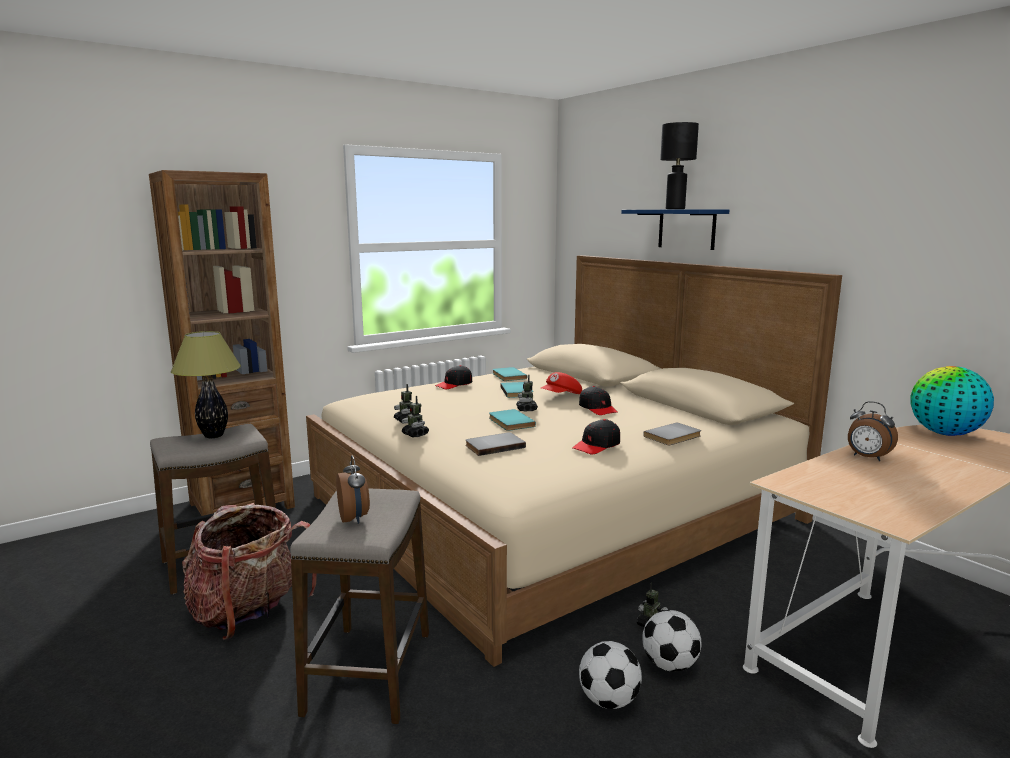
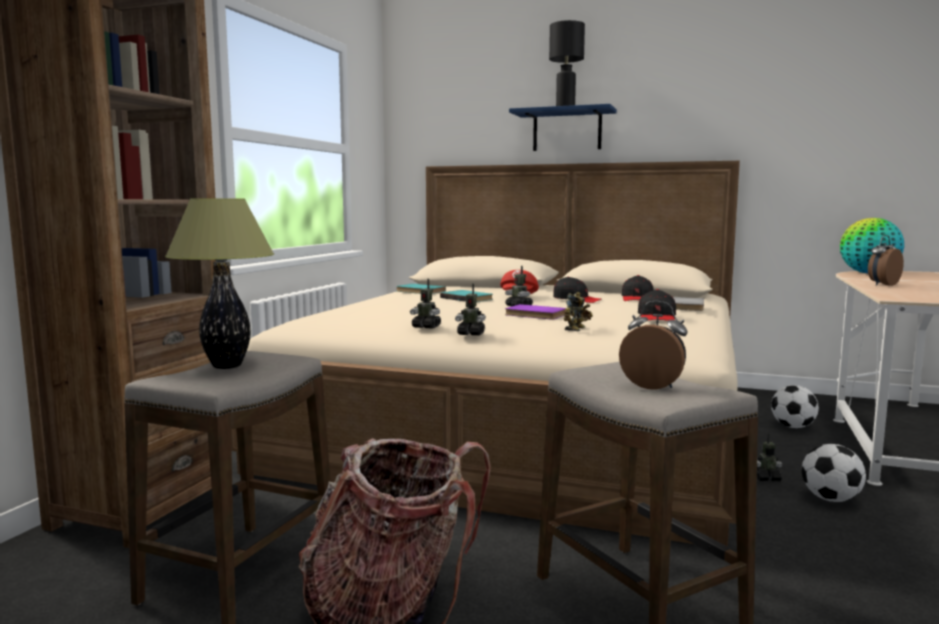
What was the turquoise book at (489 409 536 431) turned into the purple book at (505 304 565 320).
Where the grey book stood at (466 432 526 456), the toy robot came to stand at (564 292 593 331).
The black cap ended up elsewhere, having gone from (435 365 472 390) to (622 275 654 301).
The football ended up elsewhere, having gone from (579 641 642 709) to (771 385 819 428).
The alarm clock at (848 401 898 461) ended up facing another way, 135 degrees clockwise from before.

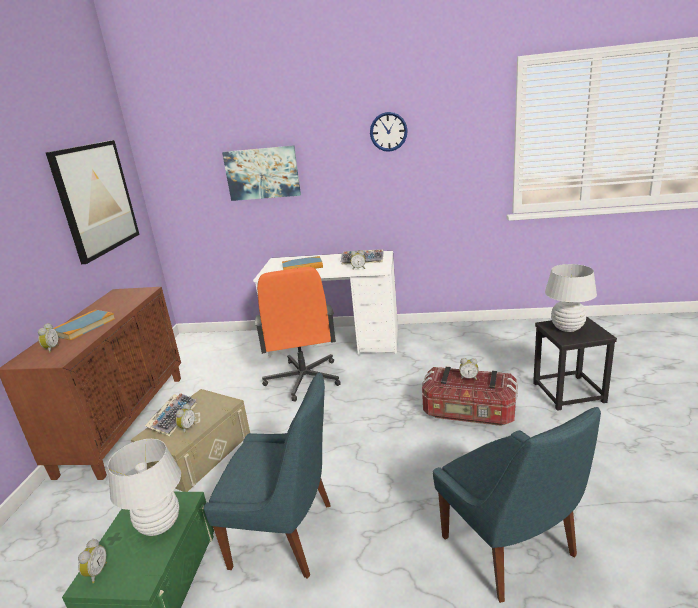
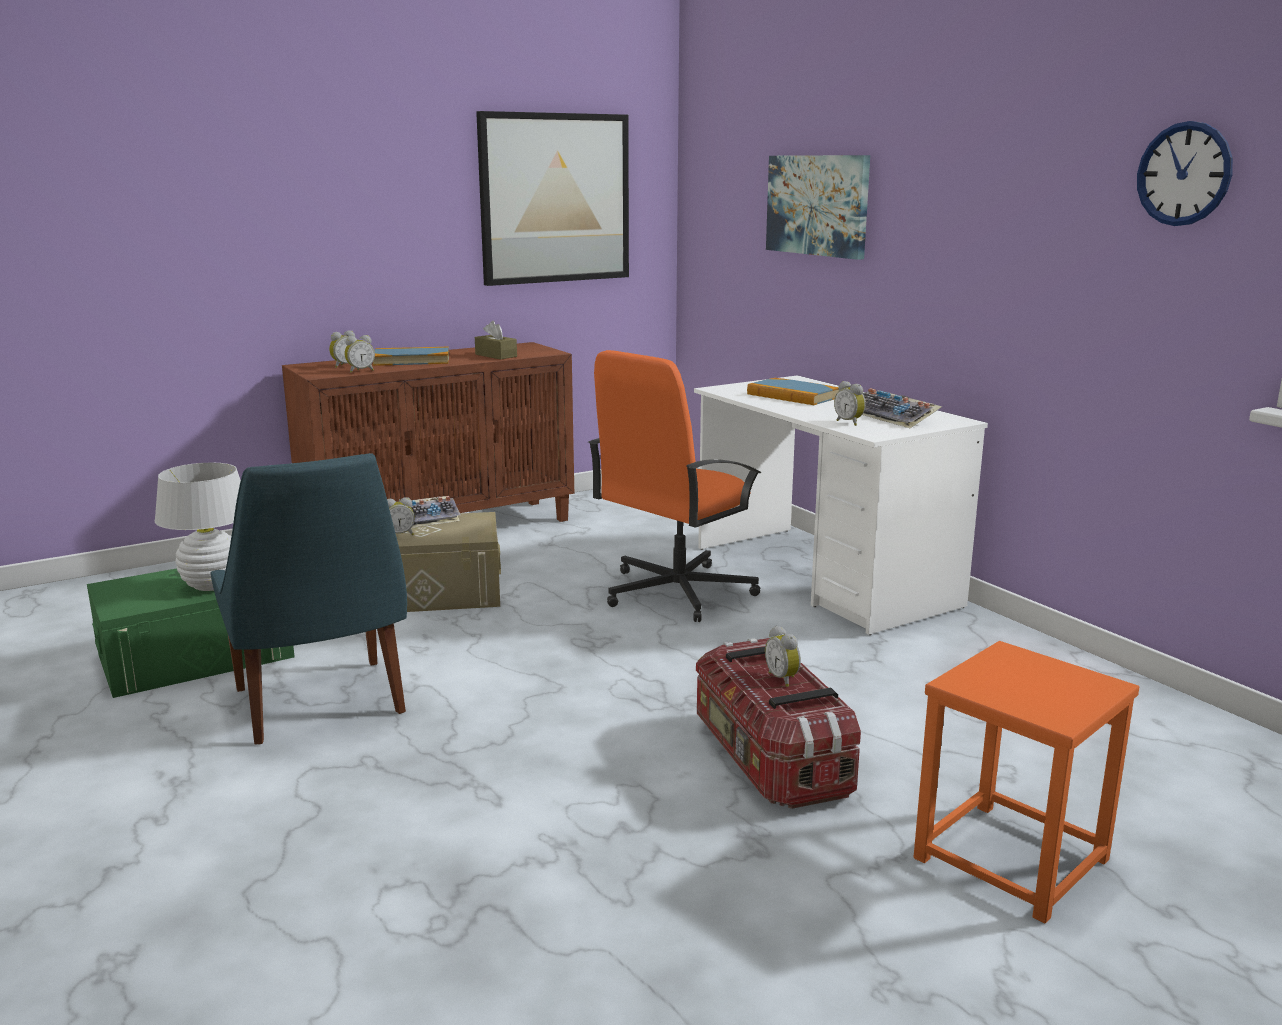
The alarm clock ended up elsewhere, having gone from (78 539 107 583) to (345 335 375 373).
The second view gained the brown tissue box at (475 321 517 359).
What was the black stool at (533 317 617 411) turned into the orange stool at (914 641 1139 923).
The wall clock ended up elsewhere, having gone from (370 112 408 152) to (1137 121 1233 226).
The second view lost the blue chair at (433 407 601 603).
The second view lost the white table lamp at (545 264 597 332).

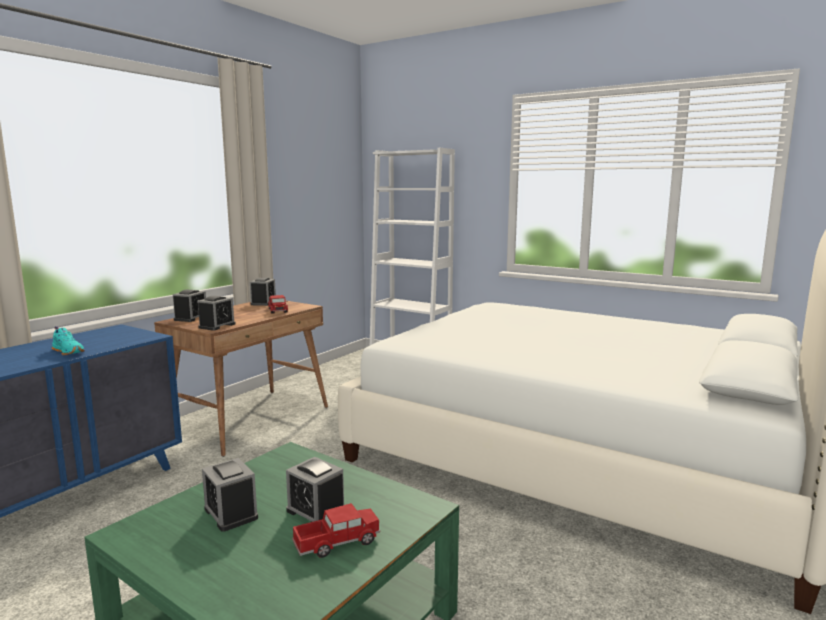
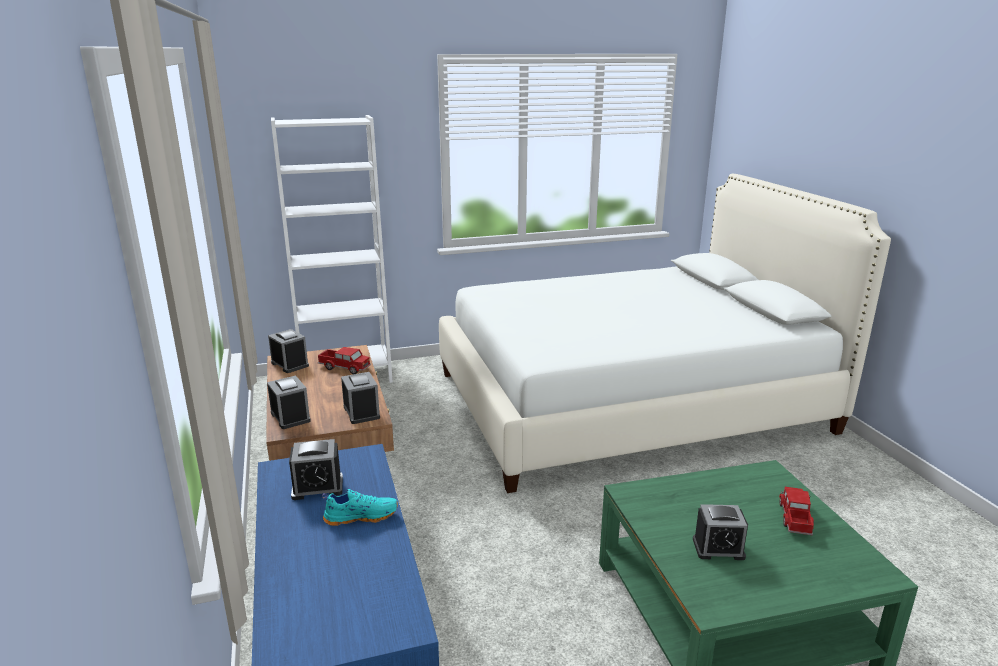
The alarm clock ended up elsewhere, having gone from (286 457 344 522) to (289 439 343 500).

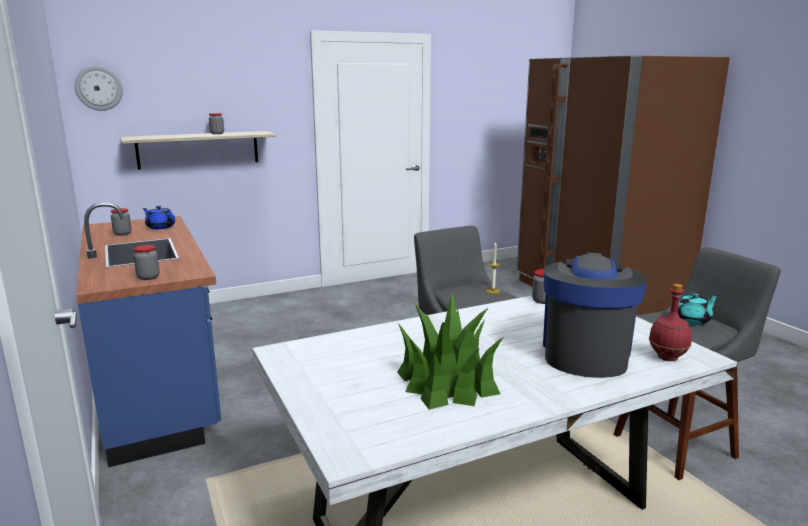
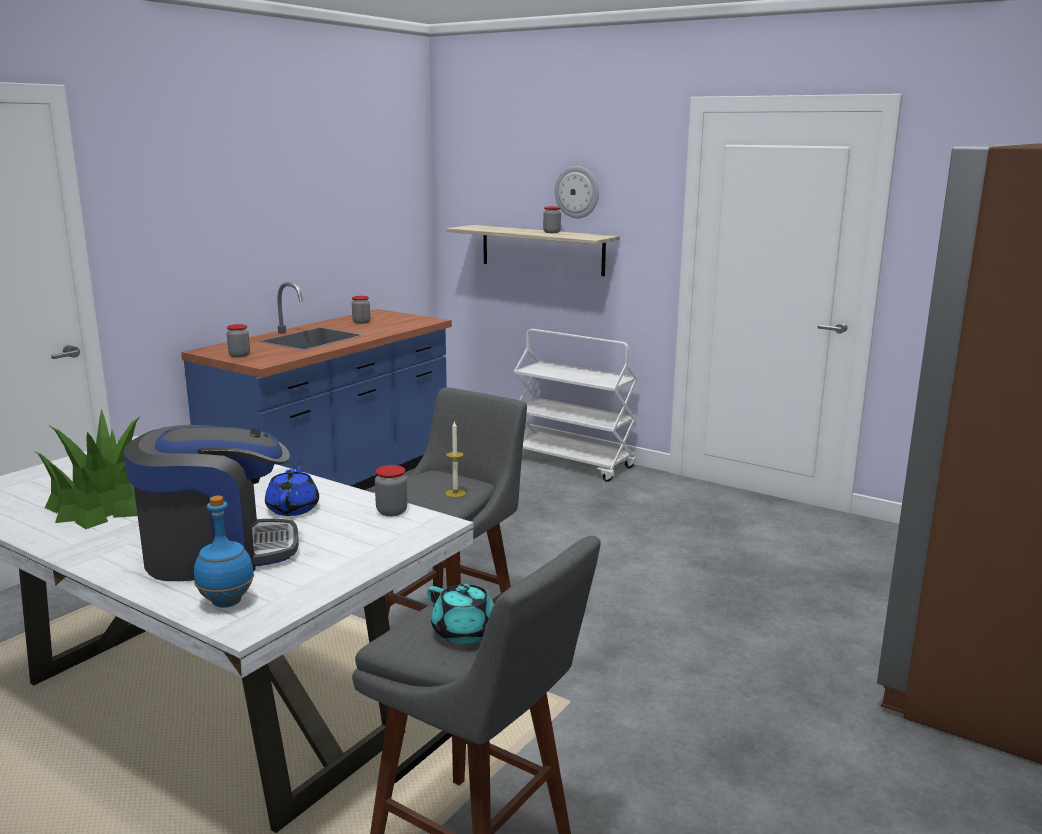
What was the red bottle at (649 284 692 361) turned into the blue bottle at (194 496 254 608).
The blue teapot ended up elsewhere, having gone from (143 206 175 229) to (265 463 319 516).
The second view gained the white cart at (514 329 638 482).
The wall clock ended up elsewhere, having gone from (74 66 123 111) to (555 166 599 218).

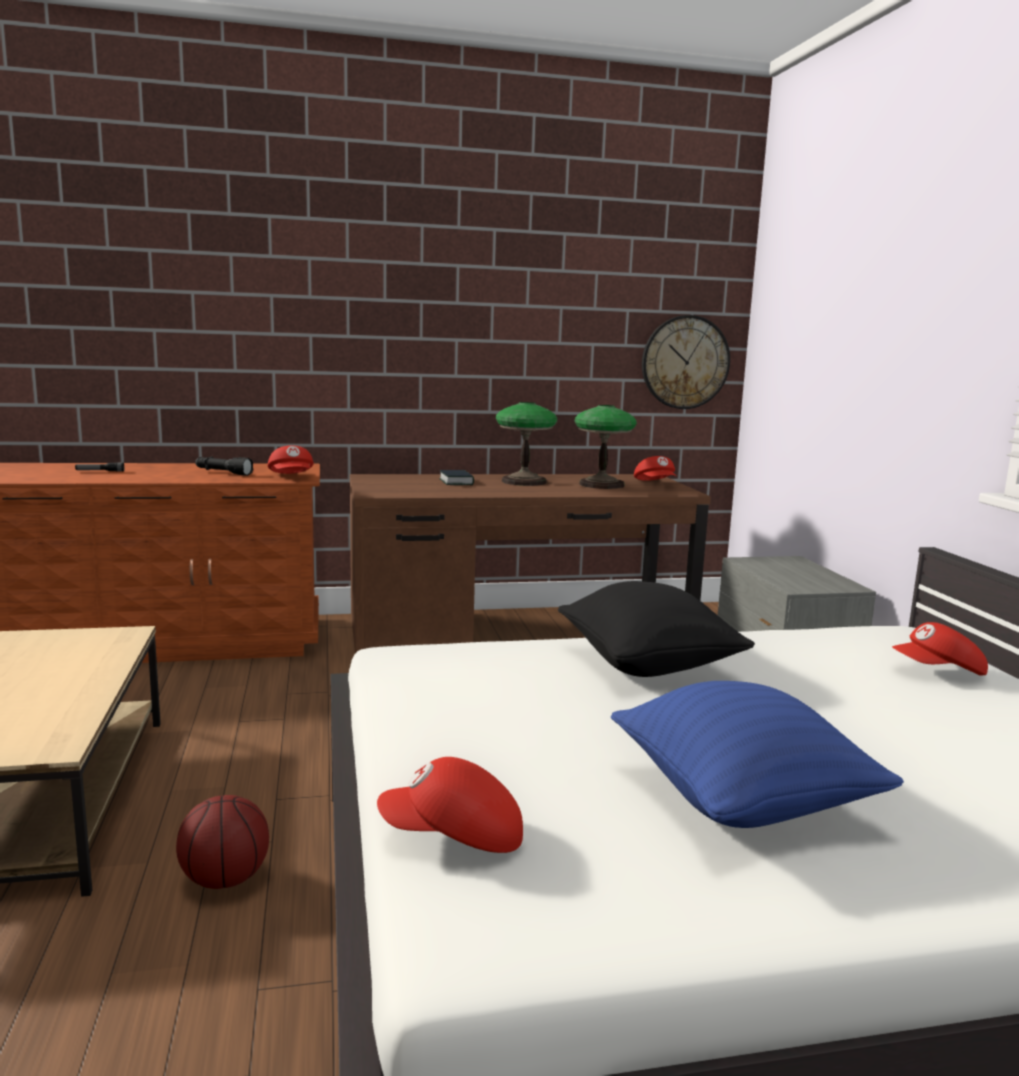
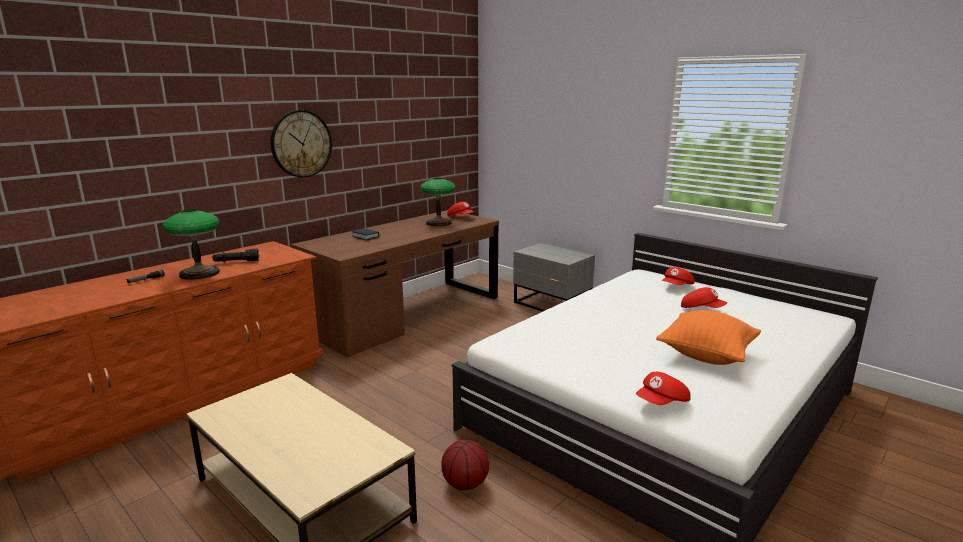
The table lamp ended up elsewhere, having gone from (496 402 557 486) to (163 209 220 280).
The wall clock ended up elsewhere, having gone from (642 315 730 409) to (271 110 332 178).
What was the blue pillow at (611 681 904 828) turned into the orange pillow at (656 310 761 365).
The red cap ended up elsewhere, having gone from (268 445 314 474) to (681 287 727 308).
The second view lost the black pillow at (558 581 755 677).

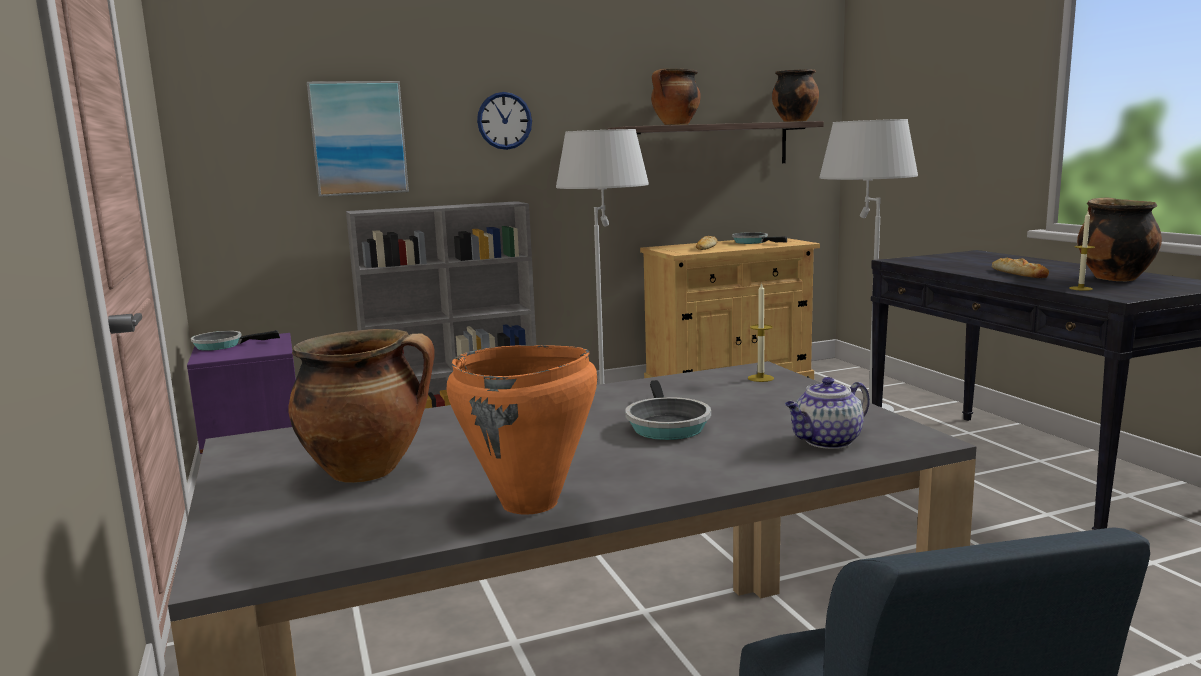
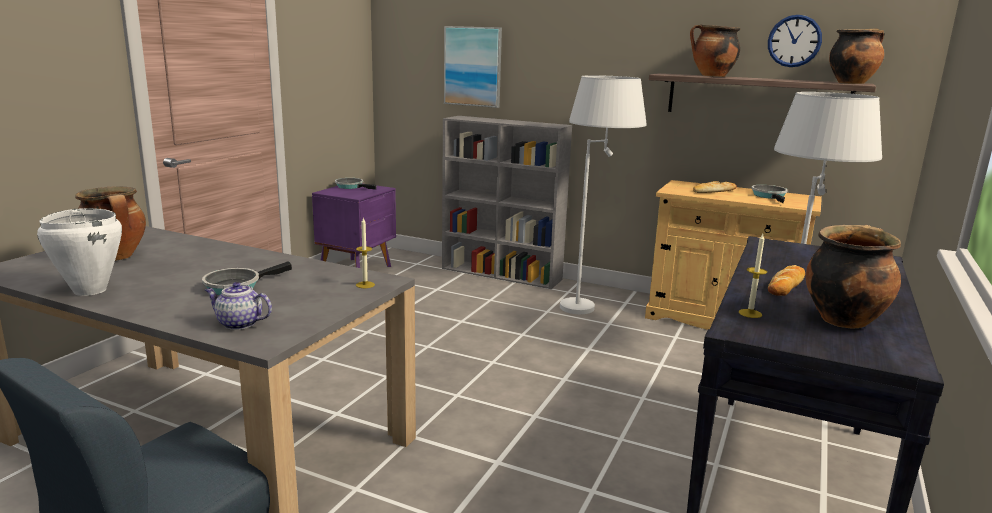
What was the orange cooking pot at (447 345 598 515) turned into the white cooking pot at (37 208 122 296).
The wall clock ended up elsewhere, having gone from (477 92 532 150) to (768 15 822 67).

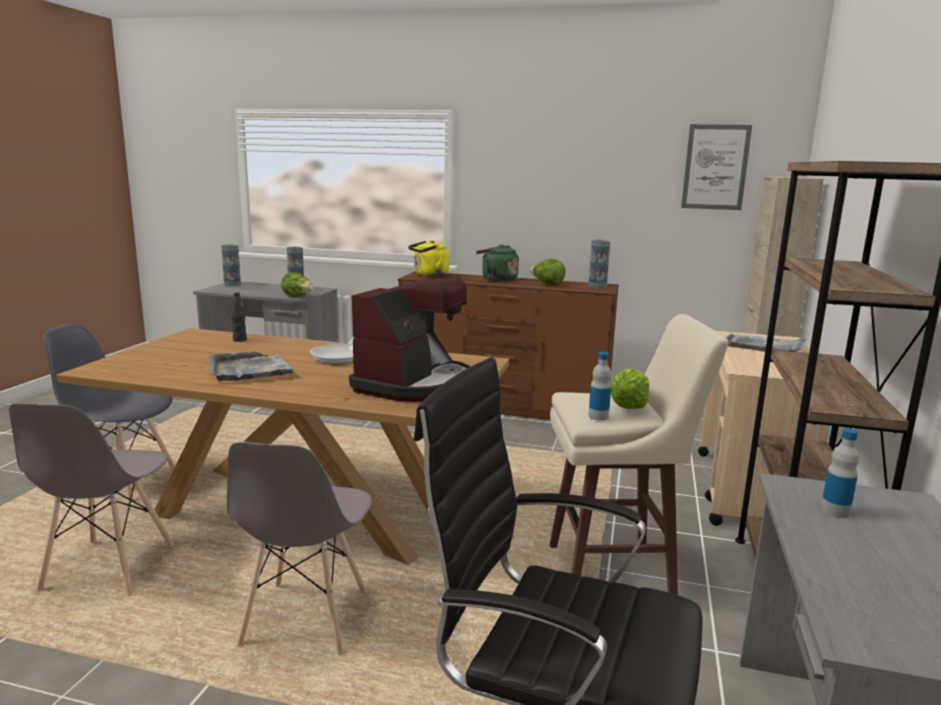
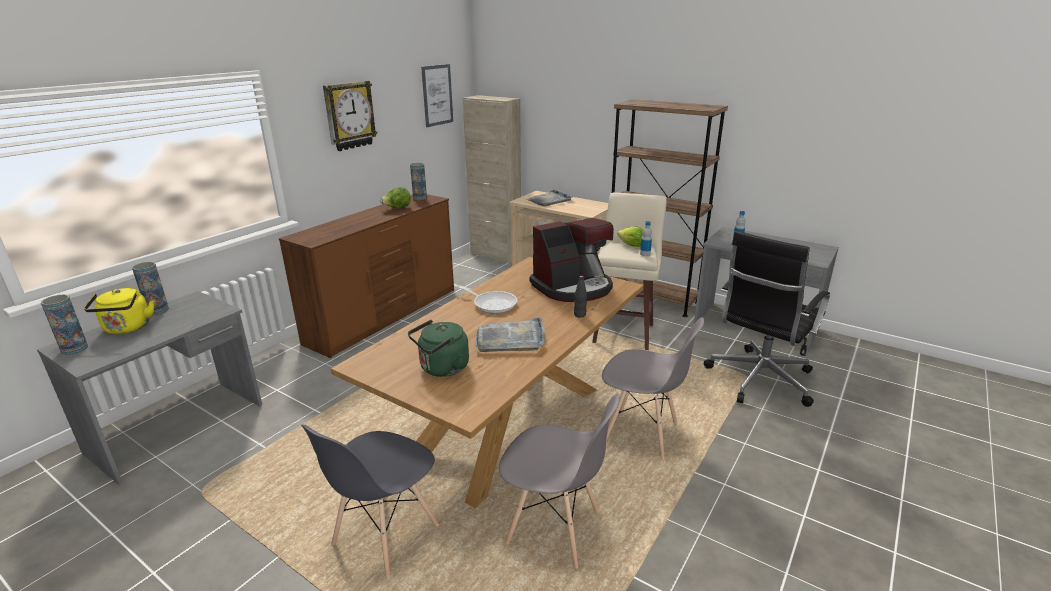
The yellow kettle ended up elsewhere, having gone from (408 240 449 277) to (84 288 154 334).
The second view gained the wall clock at (323 81 378 151).
The green kettle ended up elsewhere, having gone from (476 244 519 282) to (408 320 469 377).
The coffee machine at (349 278 471 402) ended up facing another way, 105 degrees clockwise from before.
The black bottle ended up elsewhere, having gone from (231 292 247 342) to (574 276 587 318).
The second view lost the lettuce at (281 272 313 297).

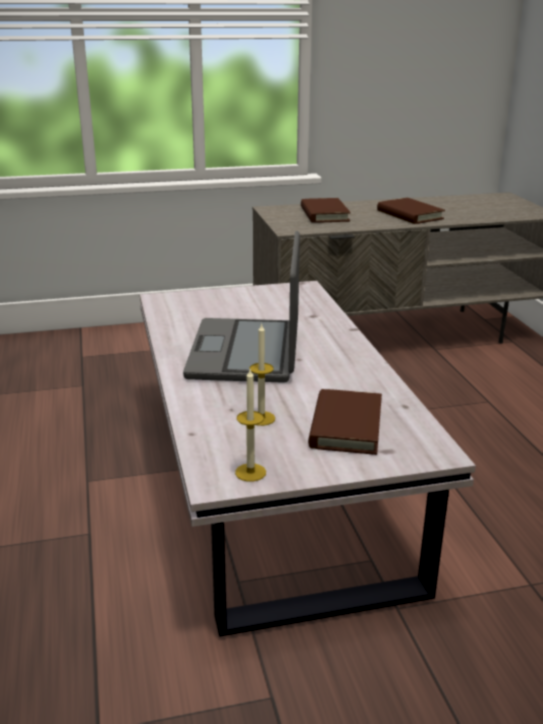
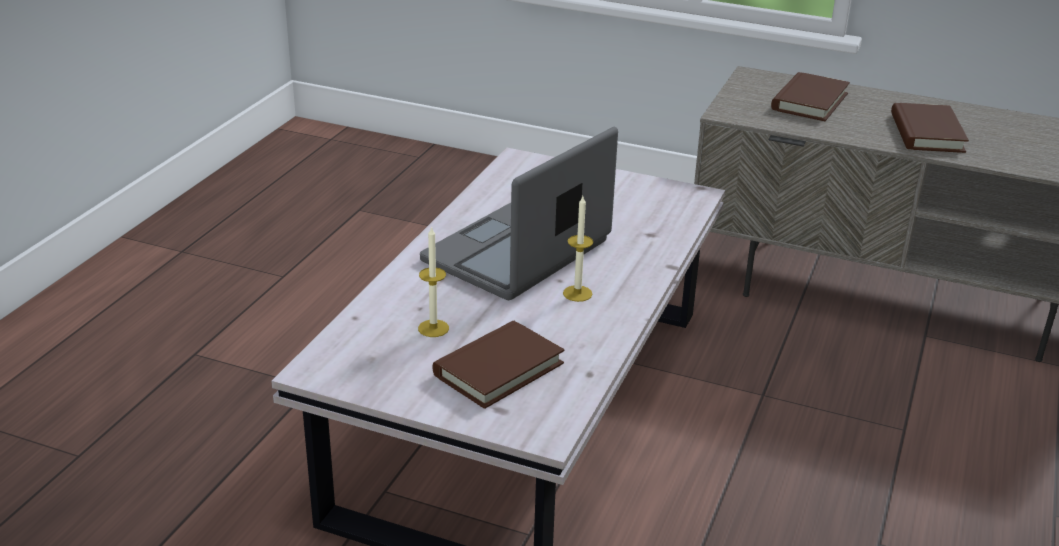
The candle ended up elsewhere, having gone from (235 369 266 482) to (563 196 593 302).

